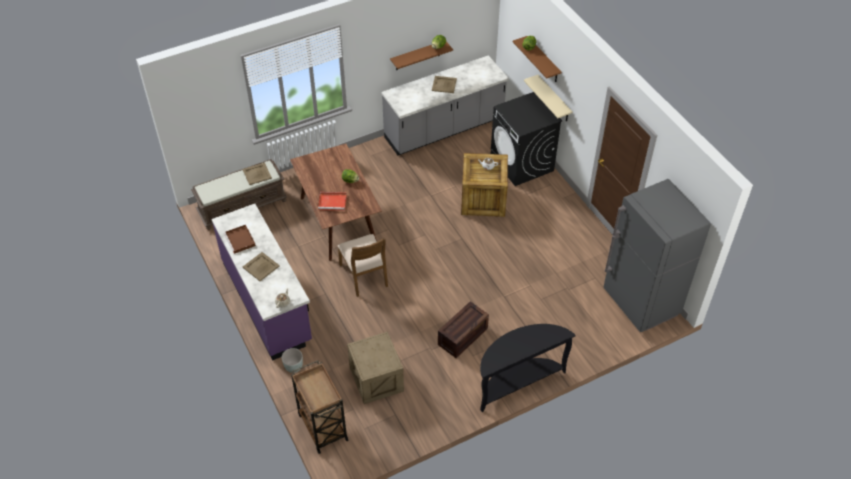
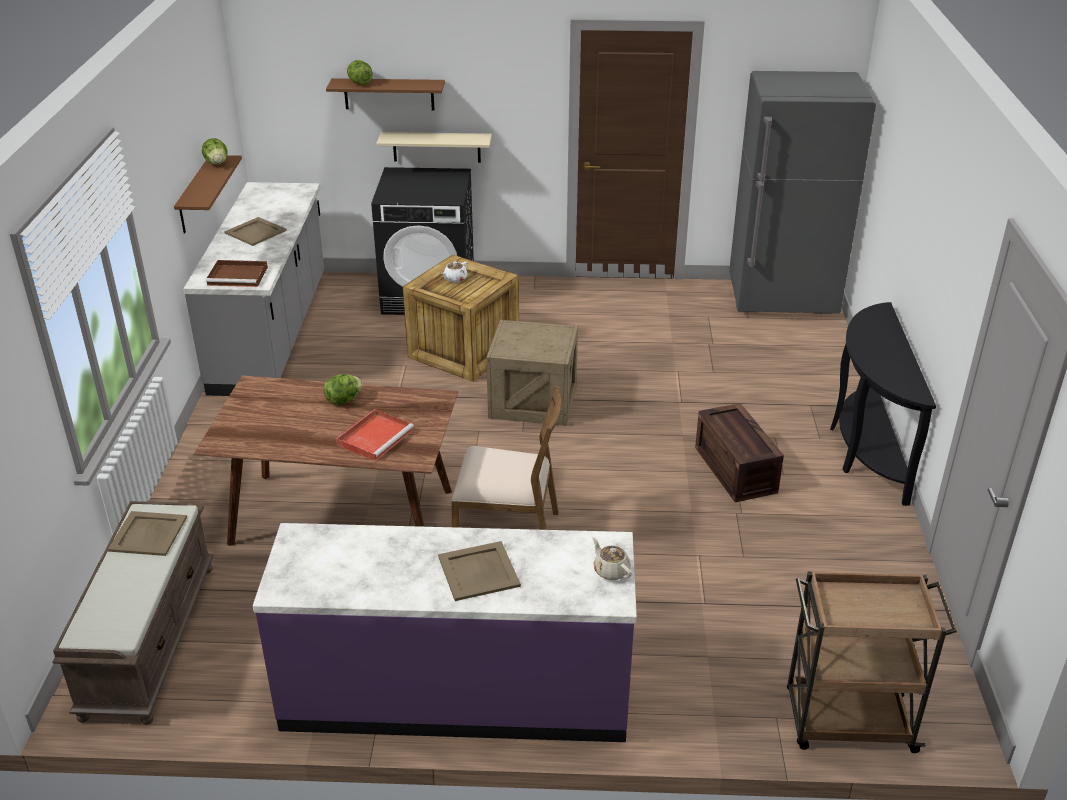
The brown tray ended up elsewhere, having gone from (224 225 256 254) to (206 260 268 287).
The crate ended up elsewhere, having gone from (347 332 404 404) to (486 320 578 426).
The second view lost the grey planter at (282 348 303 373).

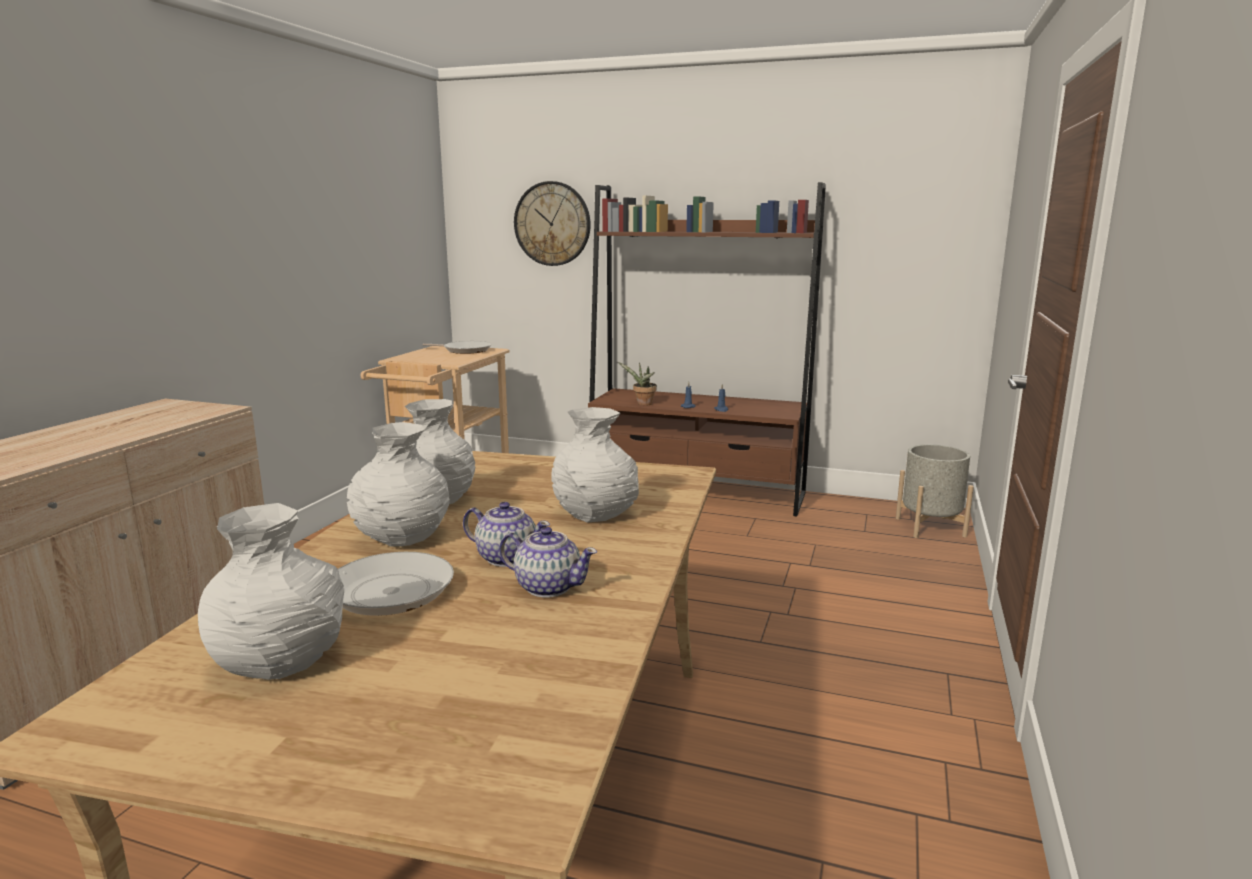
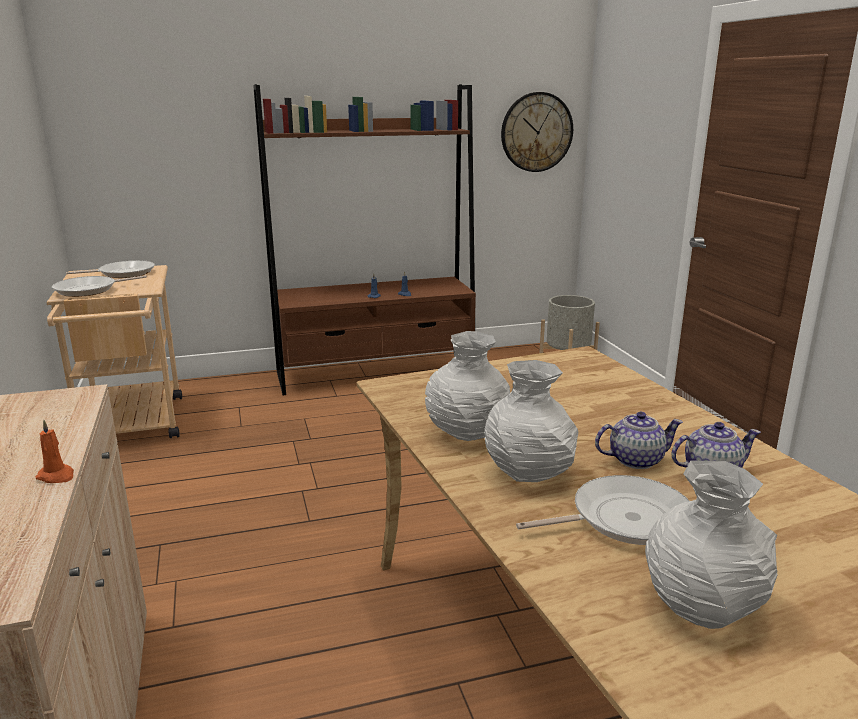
The second view gained the orange candle at (36 420 74 483).
The second view gained the frying pan at (52 275 147 297).
The wall clock ended up elsewhere, having gone from (514 181 591 266) to (501 92 573 172).
The second view lost the white vase at (551 407 639 523).
The second view lost the potted plant at (618 362 657 406).

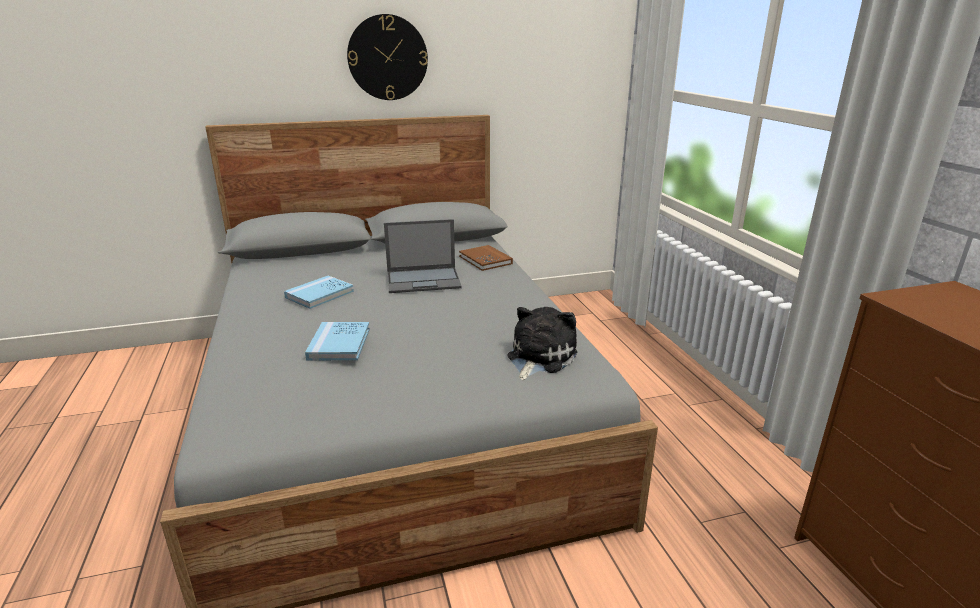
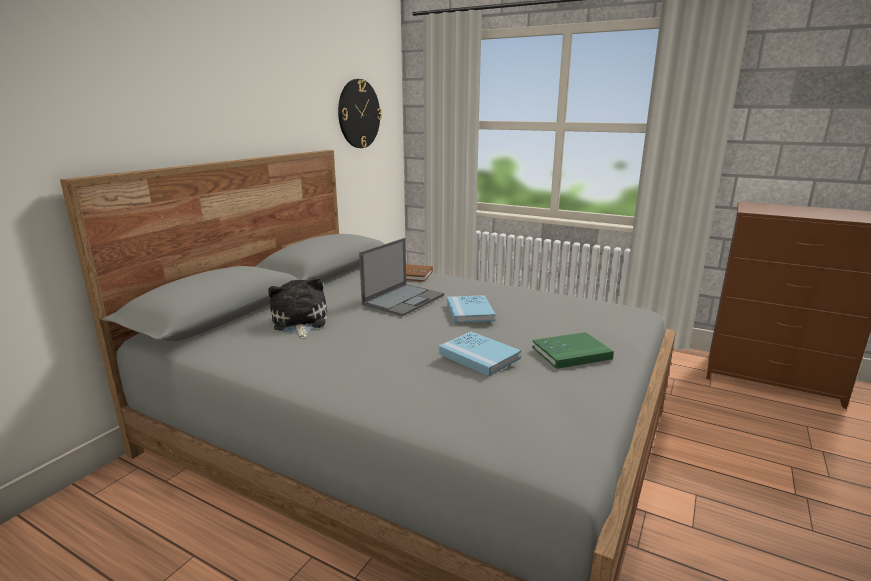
The plush toy ended up elsewhere, having gone from (508 307 577 380) to (268 277 327 339).
The wall clock ended up elsewhere, having gone from (347 14 428 100) to (338 79 382 148).
The blue book ended up elsewhere, having gone from (284 276 354 309) to (447 295 496 323).
The second view gained the green book at (532 332 614 369).

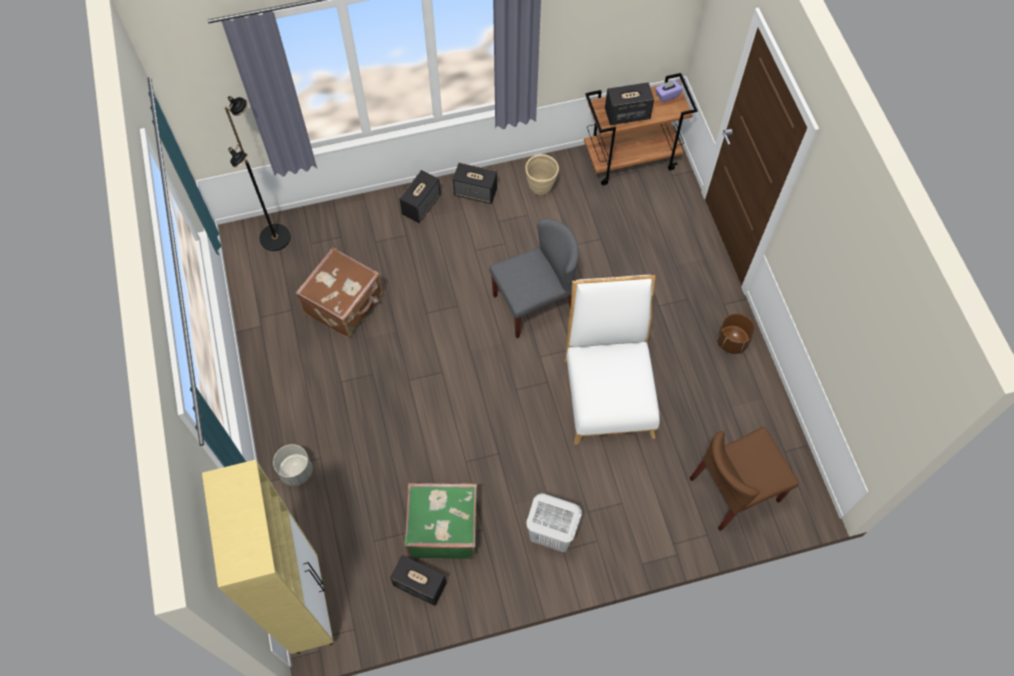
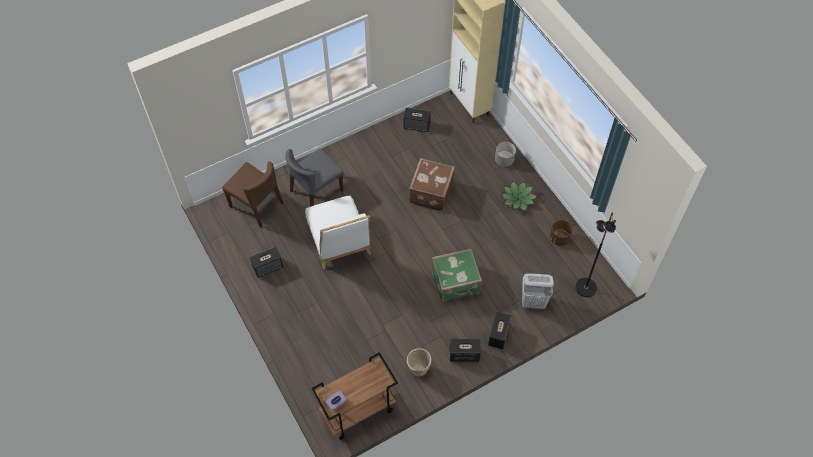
The brown chair at (690 427 799 531) ended up facing another way, 75 degrees clockwise from before.
The speaker ended up elsewhere, having gone from (605 82 654 125) to (250 246 283 278).
The grey chair ended up elsewhere, having gone from (489 218 579 338) to (285 148 343 207).
The brown suitcase ended up elsewhere, having gone from (296 247 383 338) to (408 158 455 212).
The green suitcase ended up elsewhere, having gone from (405 483 478 559) to (432 249 482 302).
The second view gained the potted plant at (501 181 537 211).
The white laundry basket ended up elsewhere, having gone from (526 493 582 552) to (522 273 554 309).
The brown planter ended up elsewhere, having gone from (717 314 755 354) to (550 220 573 246).

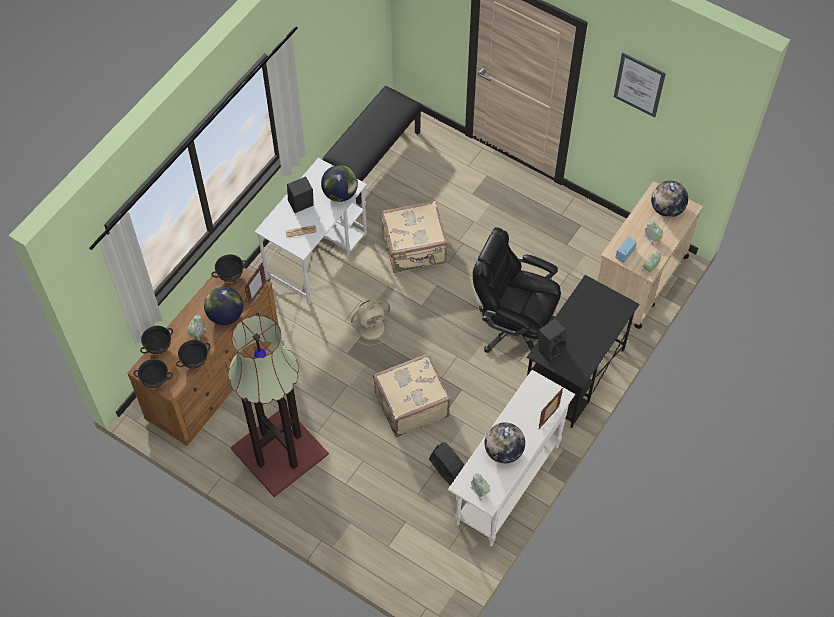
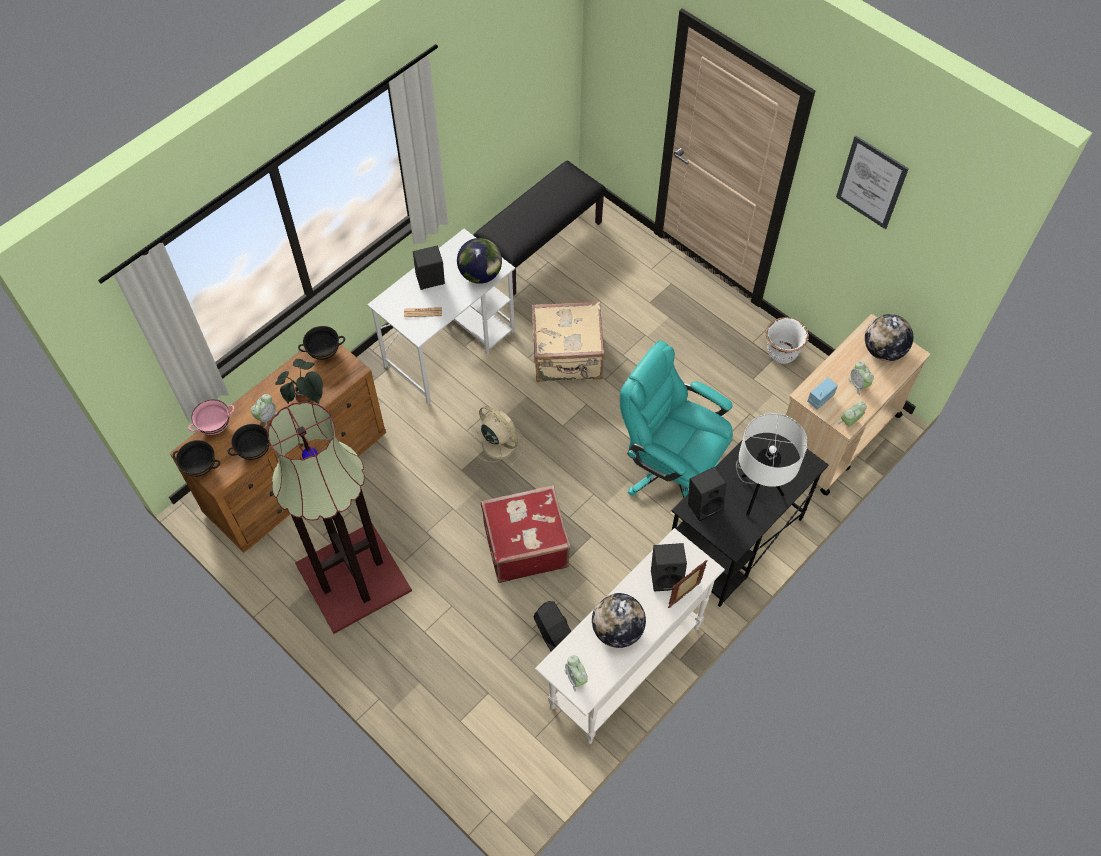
What was the black bowl at (140 326 173 354) turned into the pink bowl at (188 400 235 435).
Where the globe stood at (204 286 243 325), the potted plant came to stand at (275 359 323 404).
The beige fan at (349 300 393 346) ended up facing another way, 120 degrees counterclockwise from before.
What was the beige suitcase at (373 353 451 437) turned into the red suitcase at (481 485 571 583).
What was the black office chair at (473 227 561 353) turned into the turquoise office chair at (620 341 733 498).
The second view gained the black speaker at (651 543 687 592).
The second view gained the white table lamp at (736 413 808 516).
The second view gained the white planter at (765 317 809 364).
The second view lost the picture frame at (244 262 267 306).

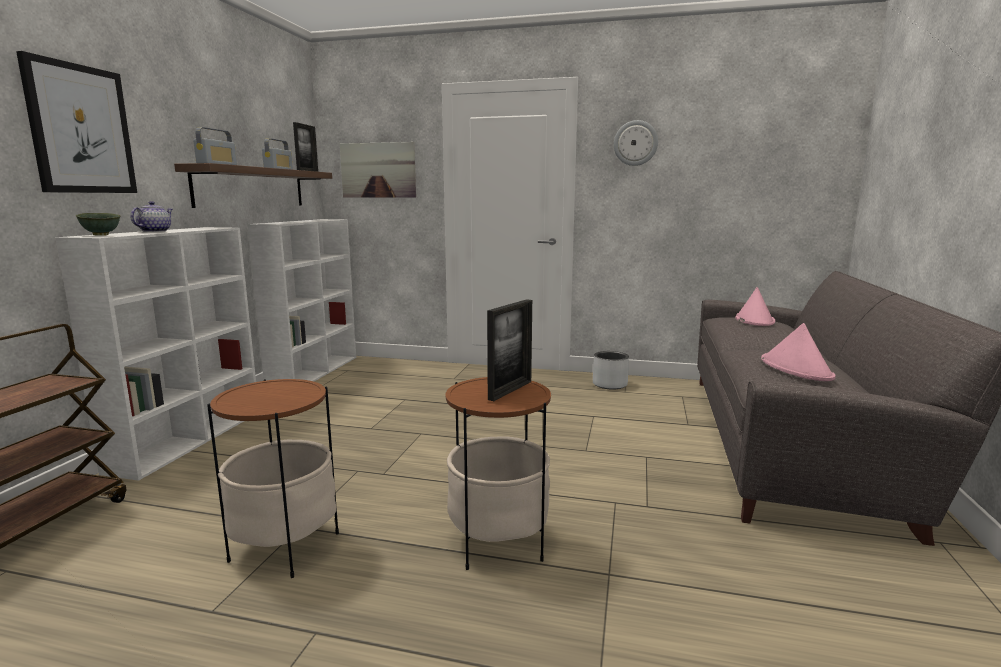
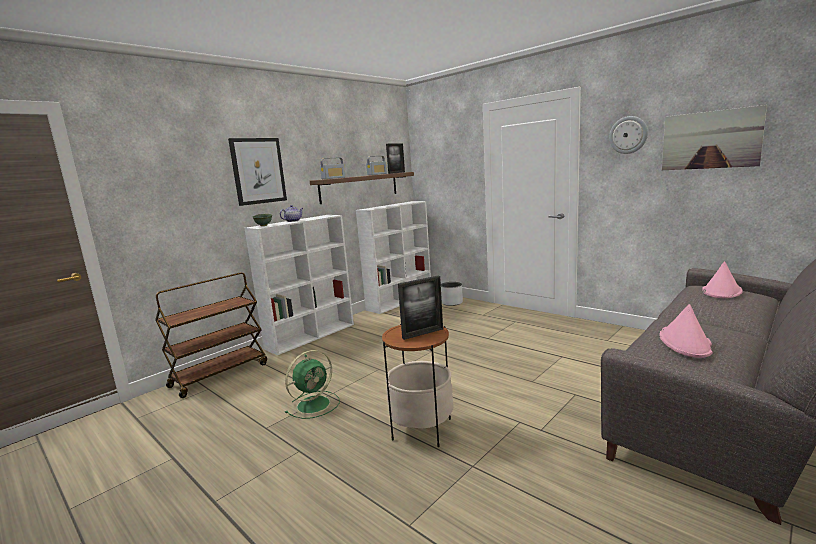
Where the side table stood at (207 379 339 578), the green fan came to stand at (285 350 340 419).
The grey planter ended up elsewhere, having gone from (593 351 629 389) to (441 282 463 306).
The picture ended up elsewhere, having gone from (340 142 416 198) to (662 105 767 170).

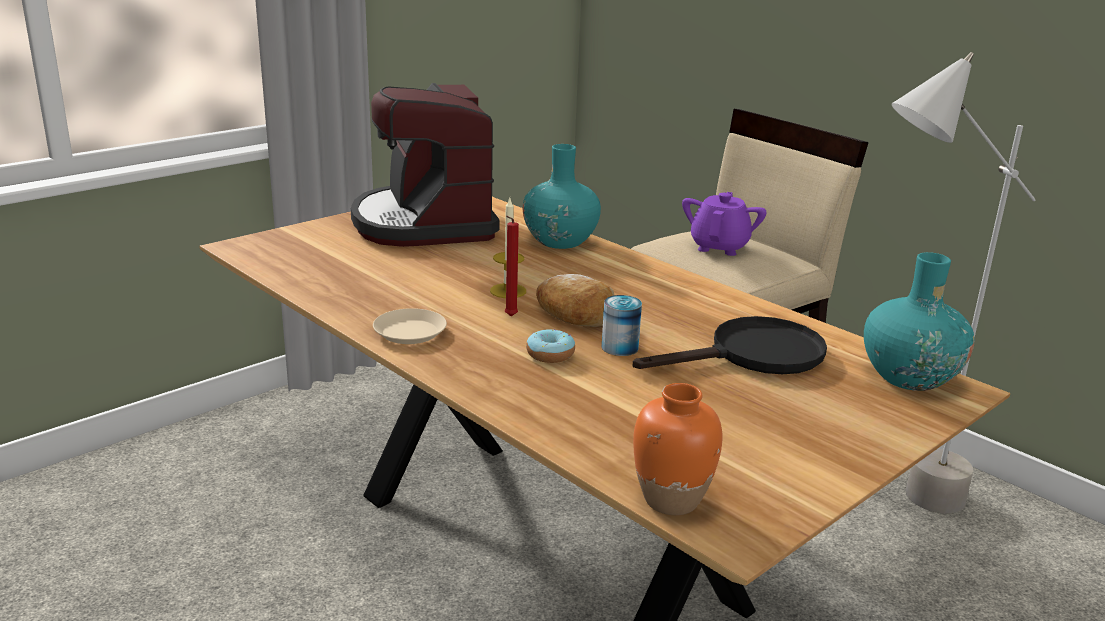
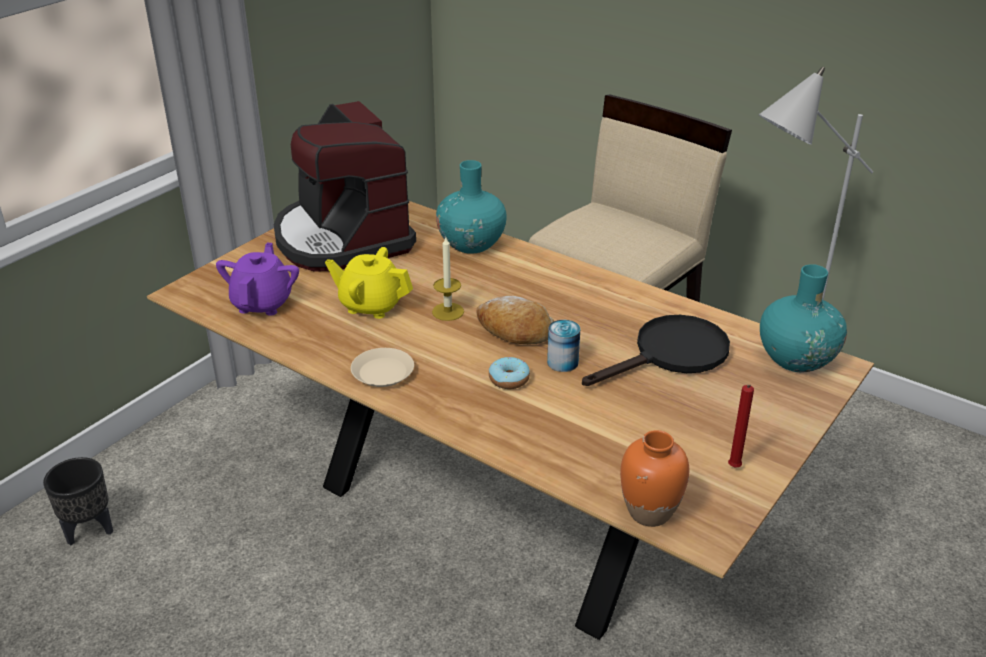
The second view gained the black planter at (43 457 113 545).
The purple teapot ended up elsewhere, having gone from (682 192 767 256) to (216 243 299 316).
The second view gained the yellow teapot at (325 247 413 319).
The red candle ended up elsewhere, having gone from (505 216 519 316) to (728 385 754 468).

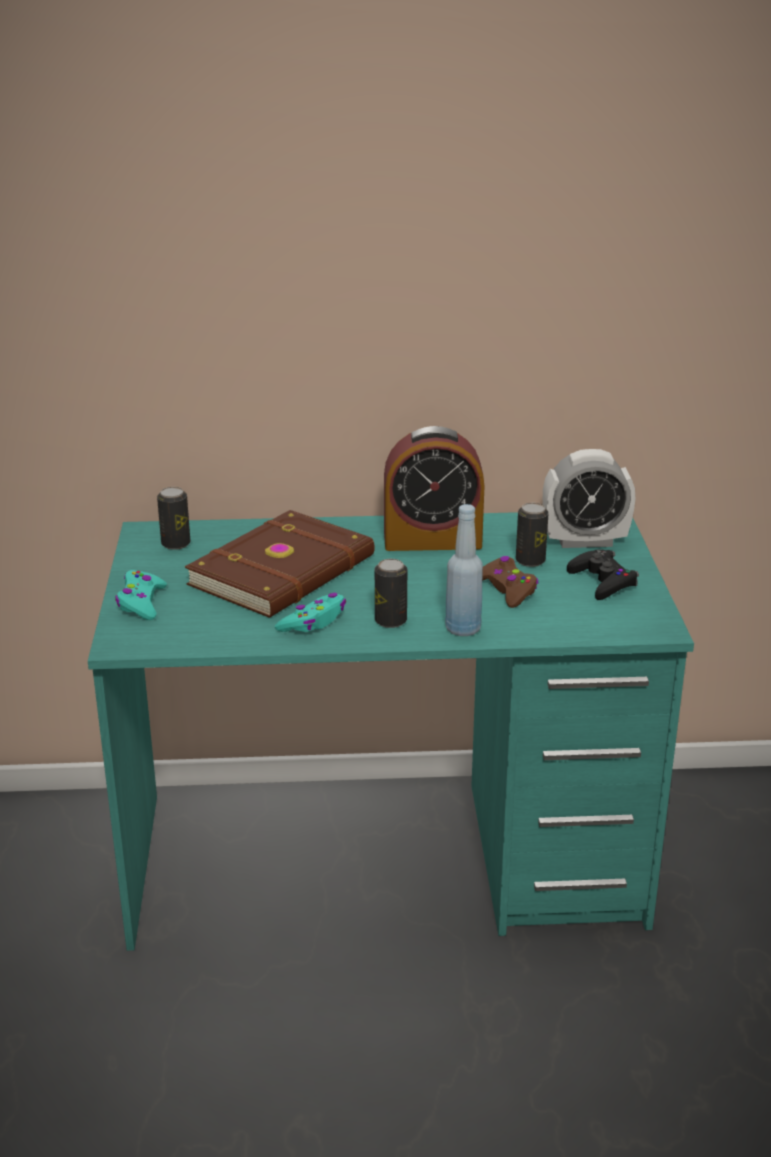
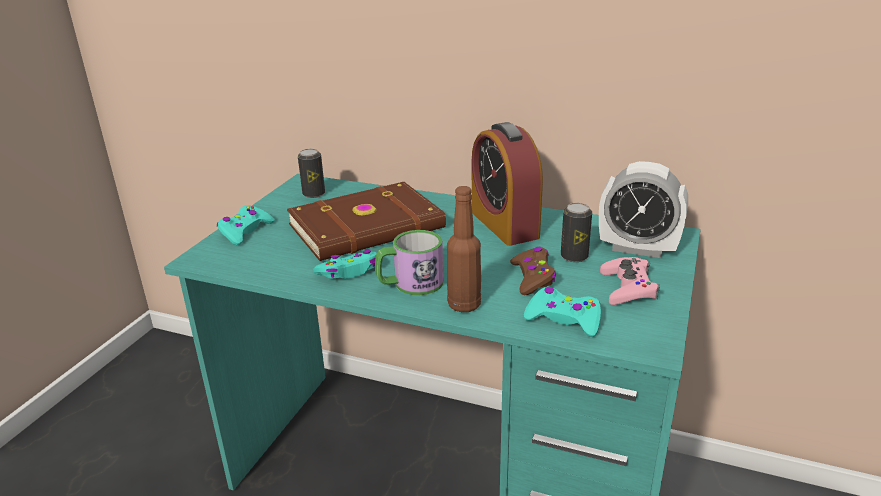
Where the can stood at (375 559 407 628), the mug came to stand at (375 230 444 295).
What was the blue bottle at (445 504 483 636) turned into the brown bottle at (447 186 481 312).
The alarm clock at (384 426 484 551) ended up facing another way, 45 degrees clockwise from before.
The second view gained the turquoise game controller at (524 287 601 337).
What was the black game controller at (567 549 639 600) turned into the pink game controller at (600 257 660 305).

